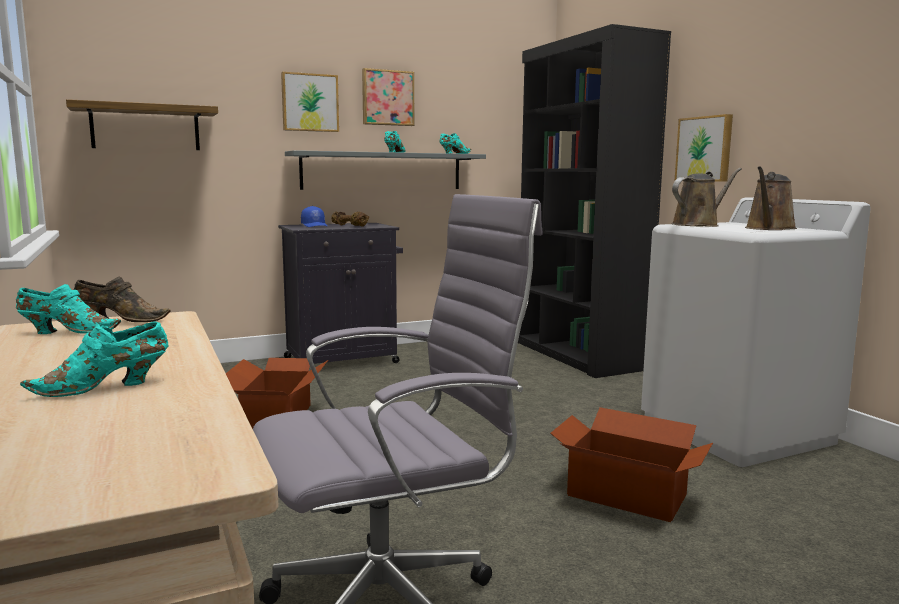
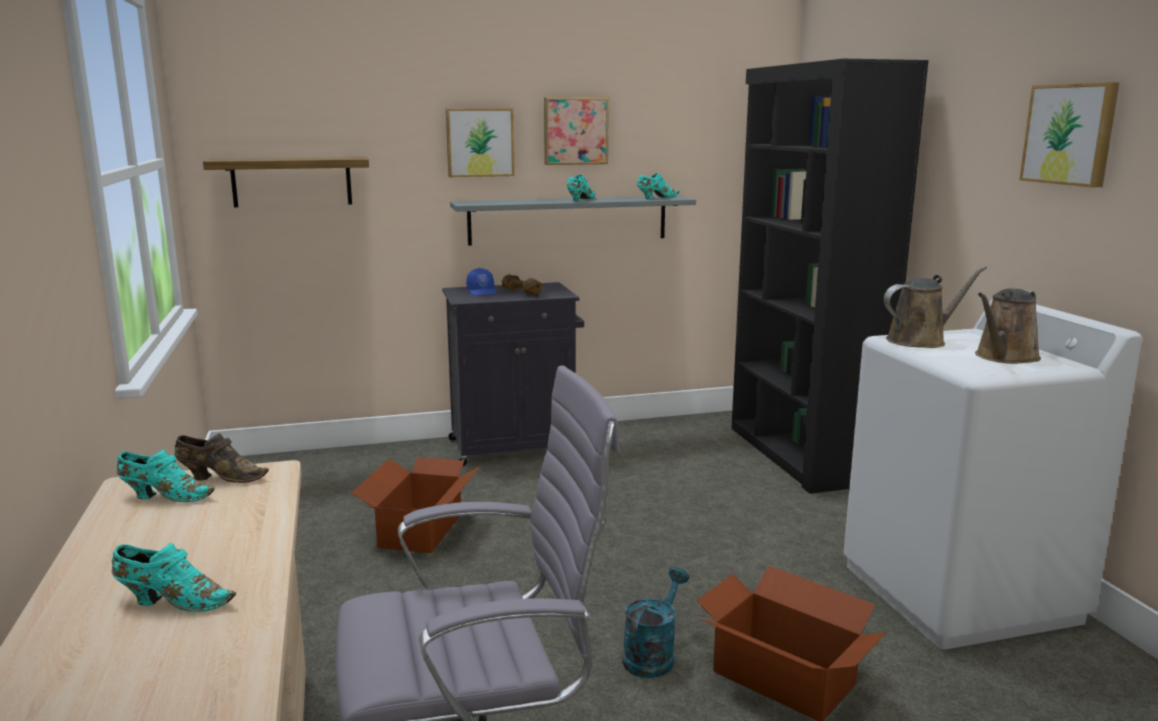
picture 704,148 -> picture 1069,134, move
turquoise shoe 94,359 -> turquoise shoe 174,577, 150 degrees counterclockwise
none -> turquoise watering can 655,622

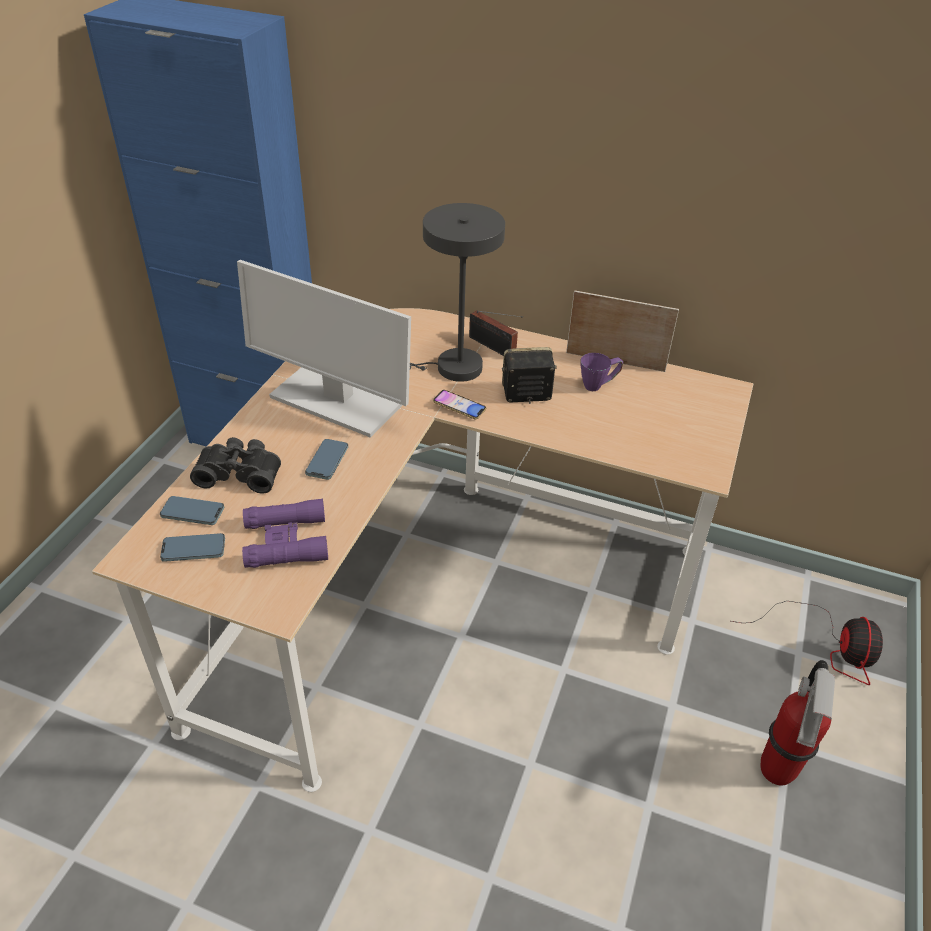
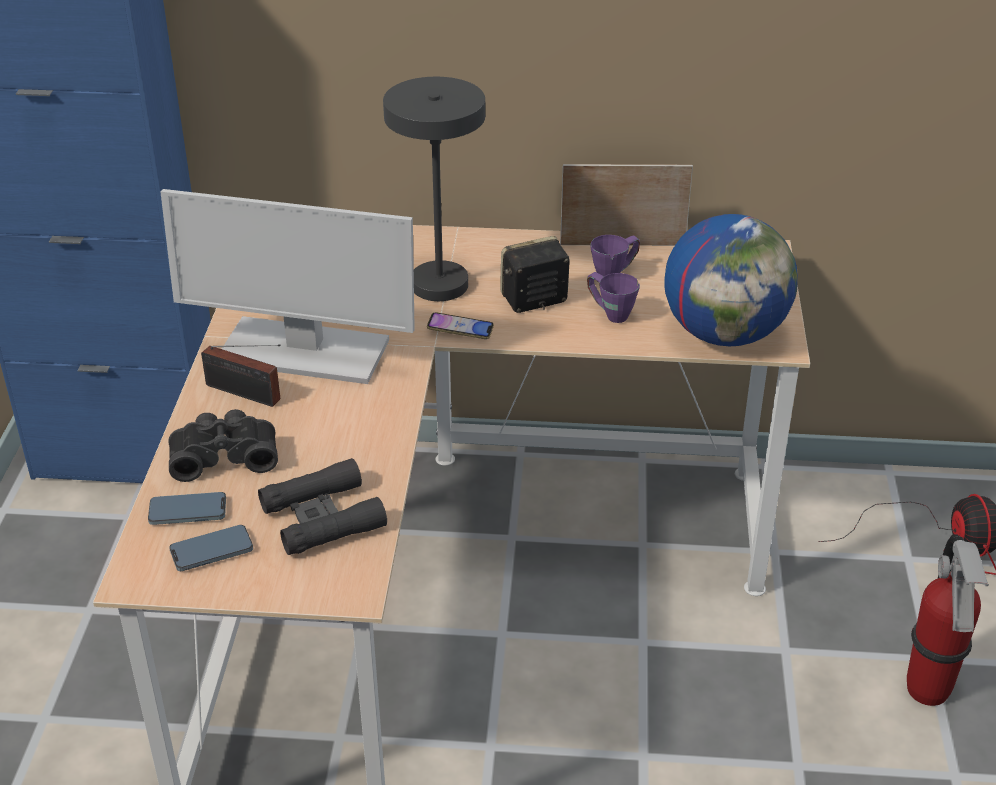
radio 496,333 -> radio 241,376, move
phone 326,459 -> none
purple binoculars 285,533 -> black binoculars 322,506
none -> globe 731,280
none -> purple mug 613,297

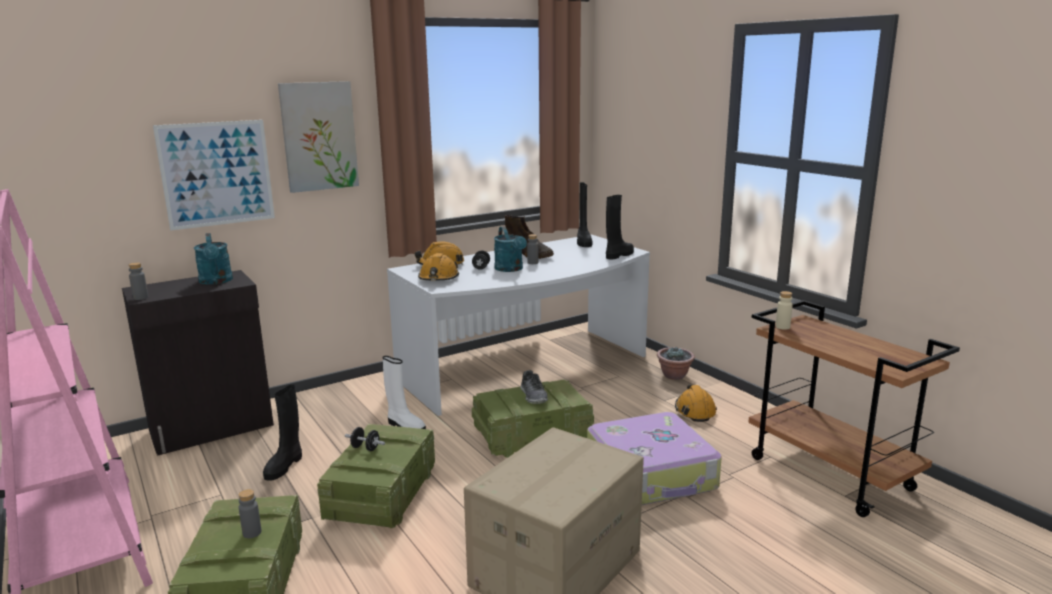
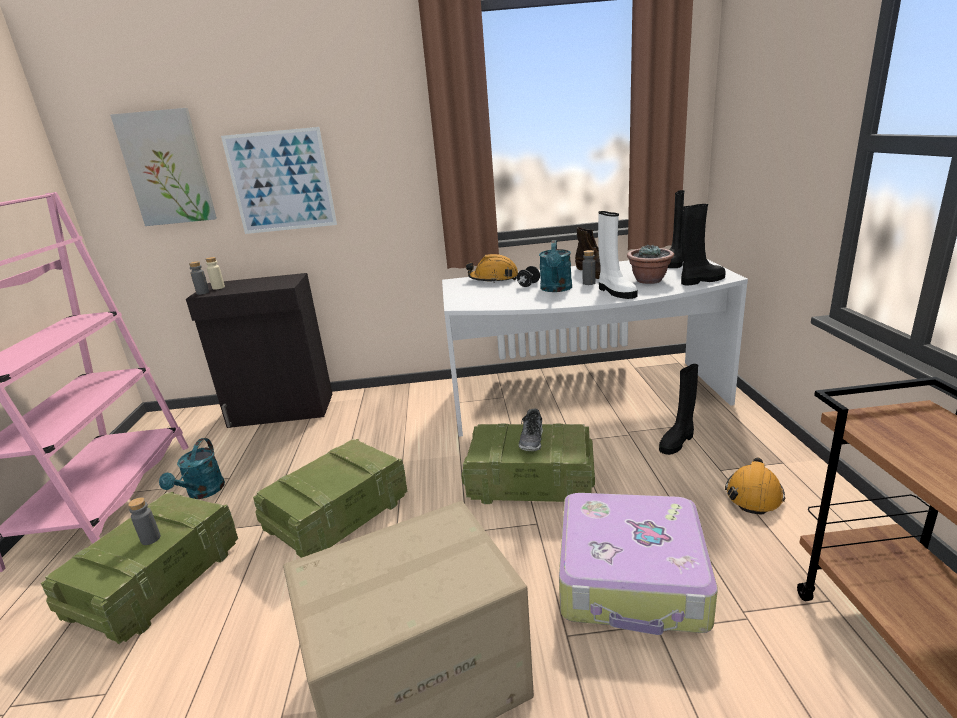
picture 318,137 -> picture 163,167, move
turquoise watering can 213,259 -> turquoise watering can 192,468, move
orange hard hat 438,266 -> none
beige bottle 784,310 -> beige bottle 215,273, move
potted plant 676,363 -> potted plant 650,264, move
white boot 404,392 -> white boot 618,255, move
black boot 282,432 -> black boot 678,409, move
black dumbbell 365,439 -> none

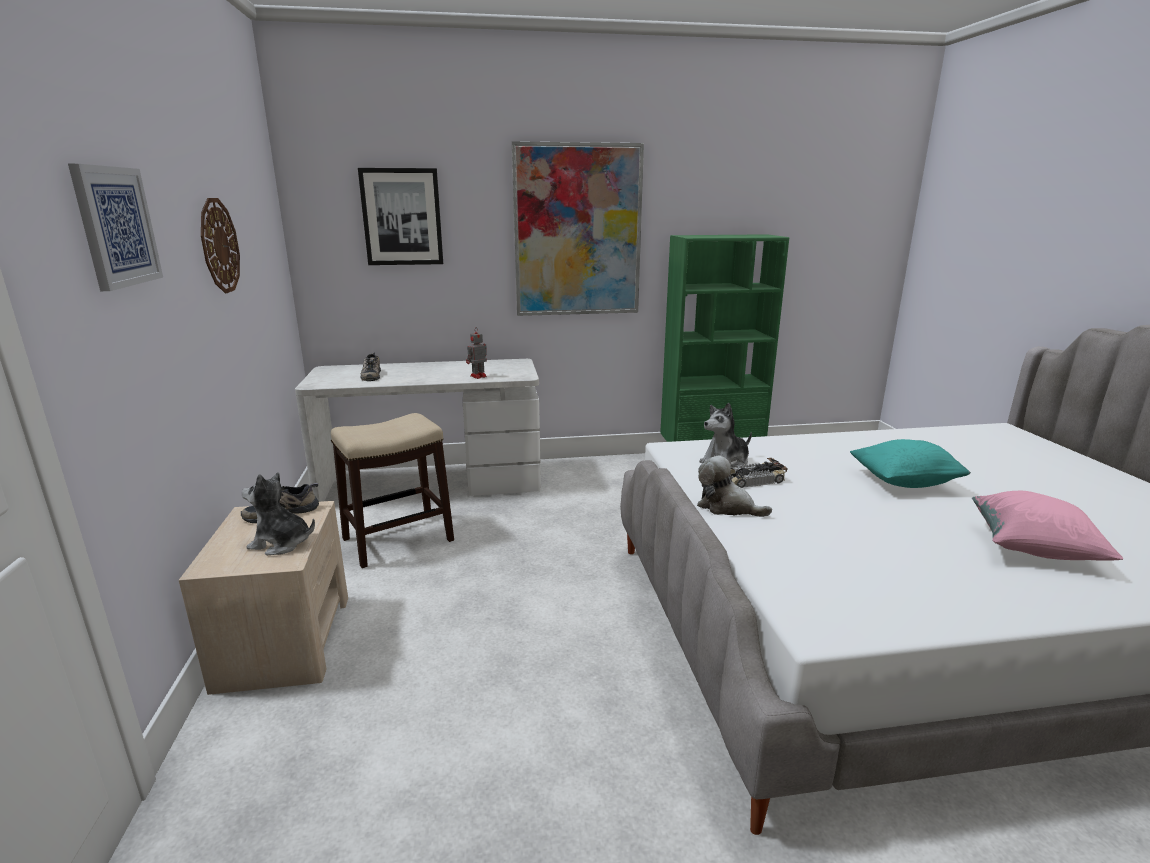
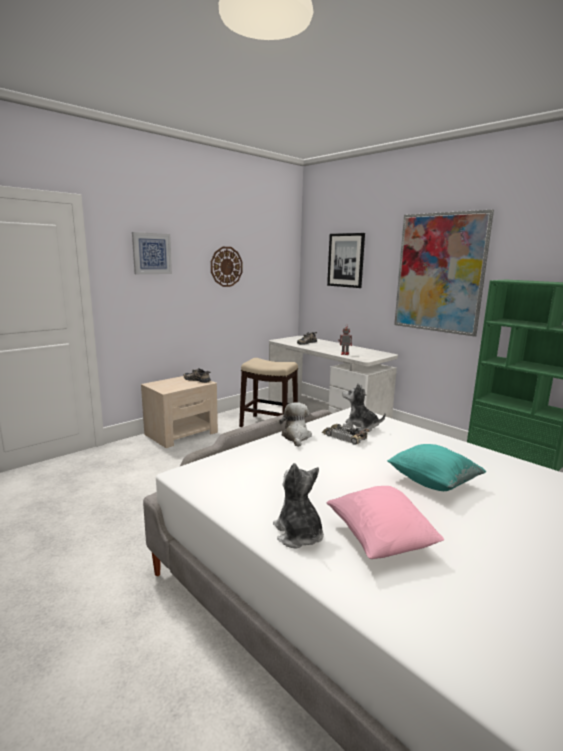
plush toy 278,513 -> plush toy 298,506, move

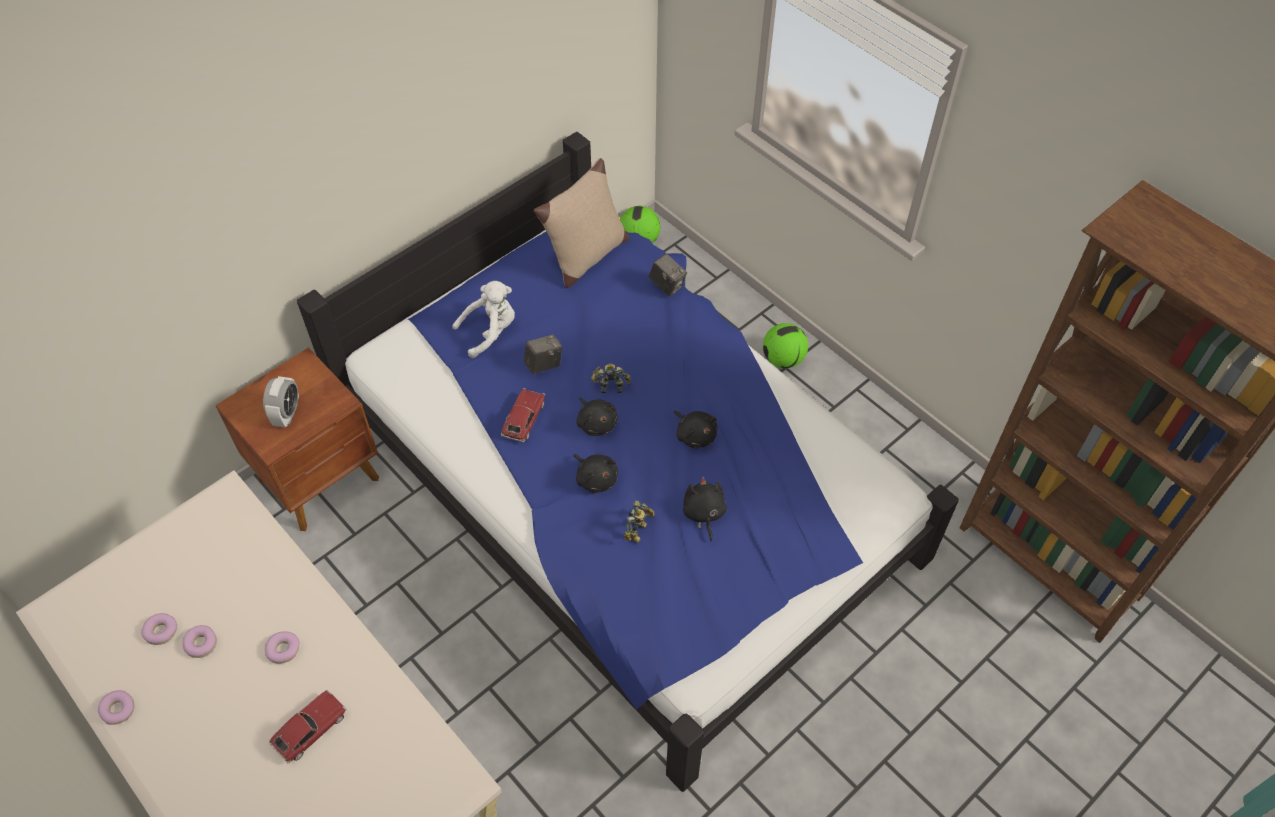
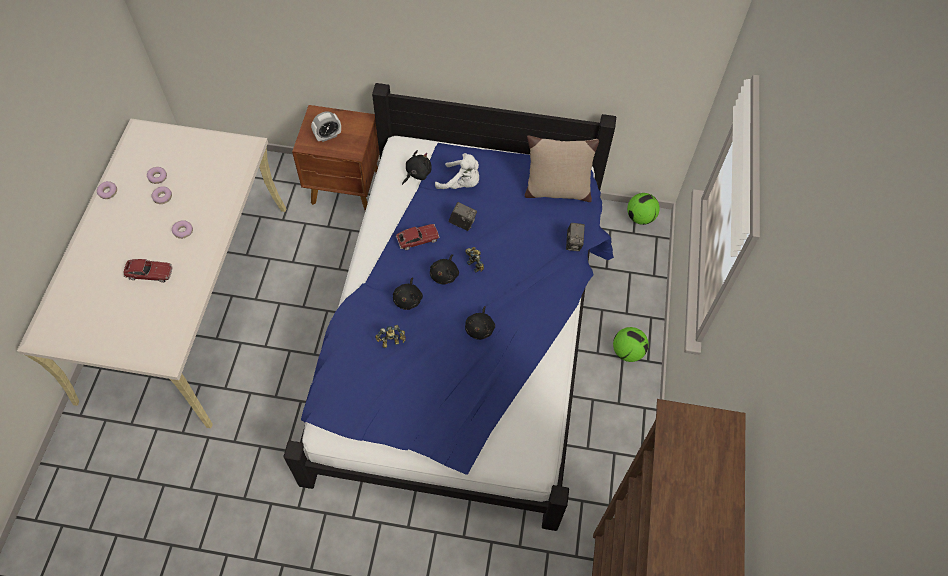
black plush toy 705,509 -> black plush toy 417,167, move

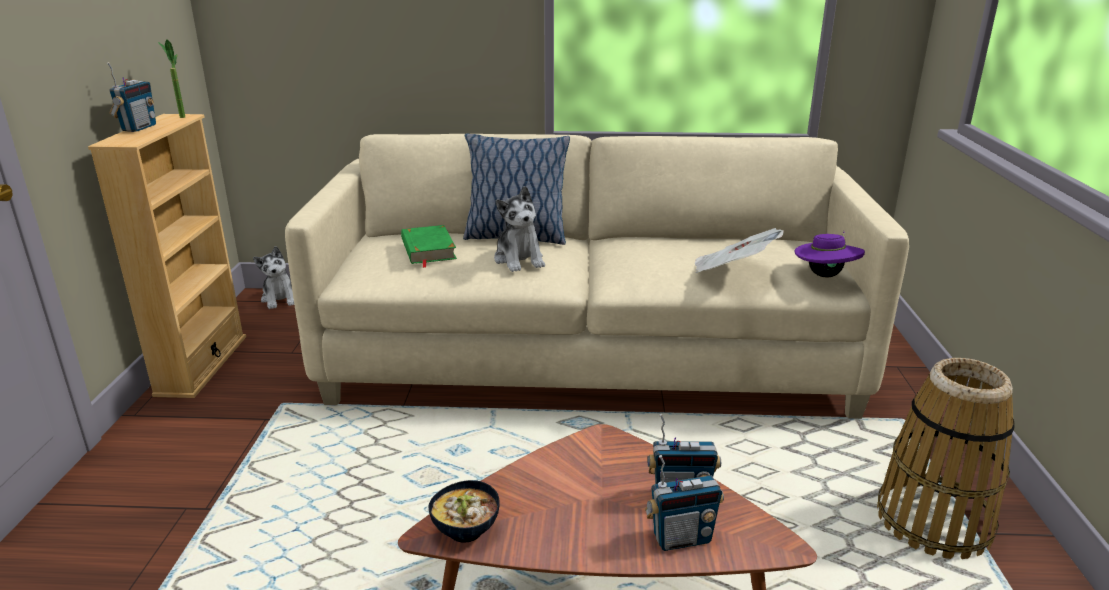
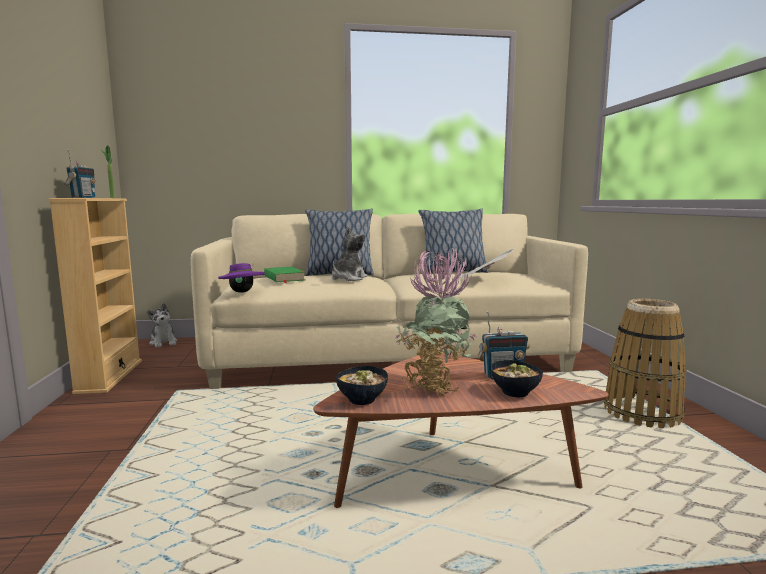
plush toy 519,229 -> plush toy 349,254, 120 degrees counterclockwise
purple hat 829,254 -> purple hat 241,278, move
radio 684,503 -> bowl 517,378
none -> pillow 454,241
none -> potted plant 436,322

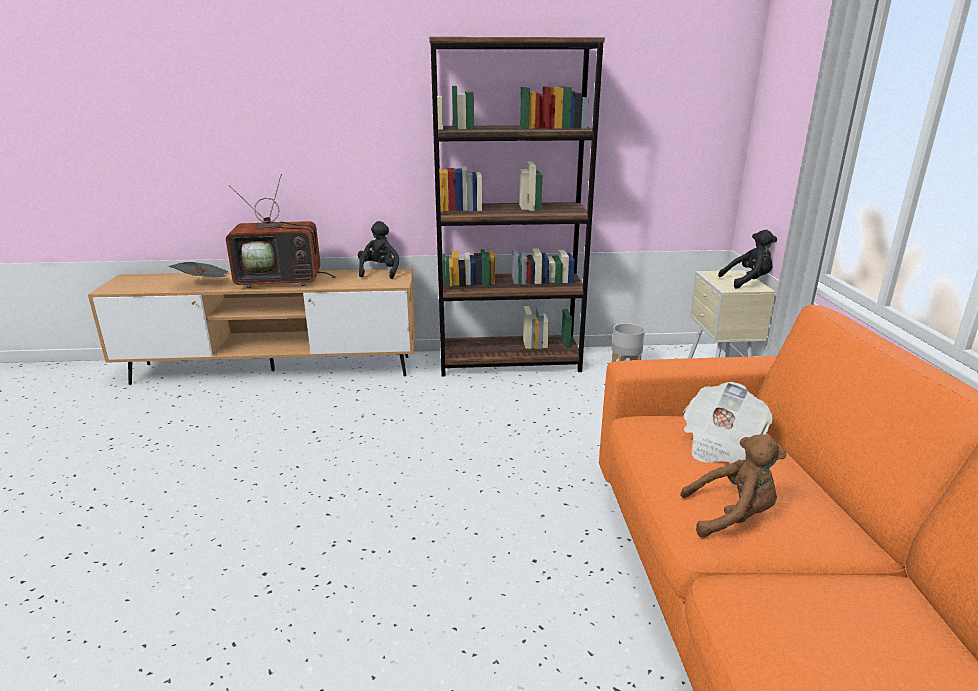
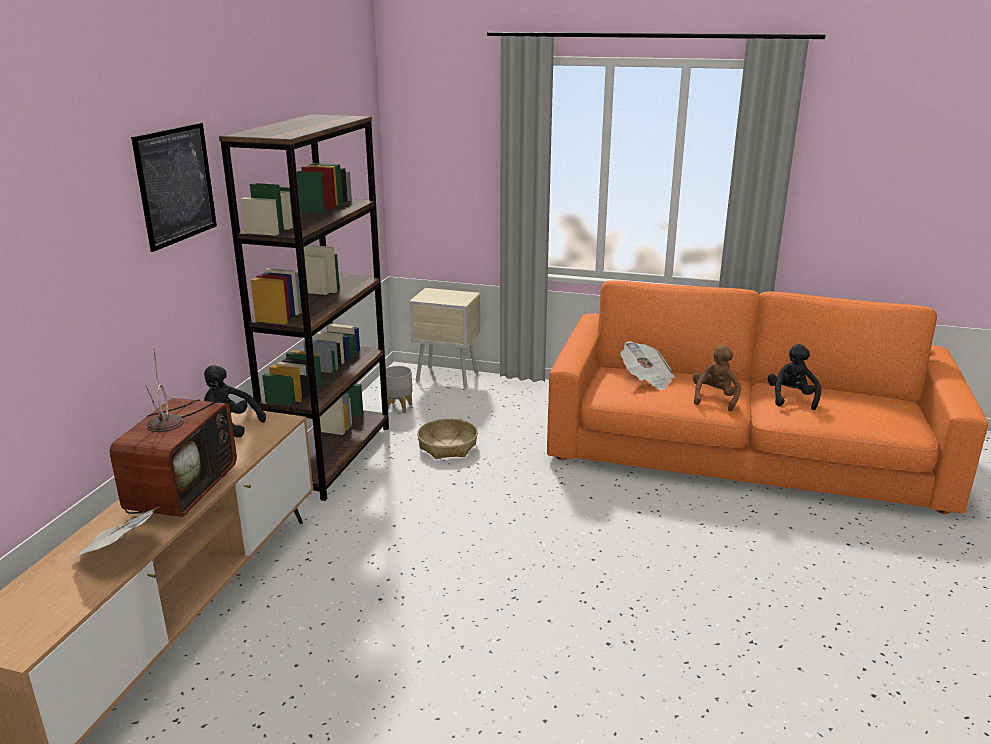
black plush toy 747,259 -> black plush toy 794,377, move
none -> picture 174,187
none -> basket 447,438

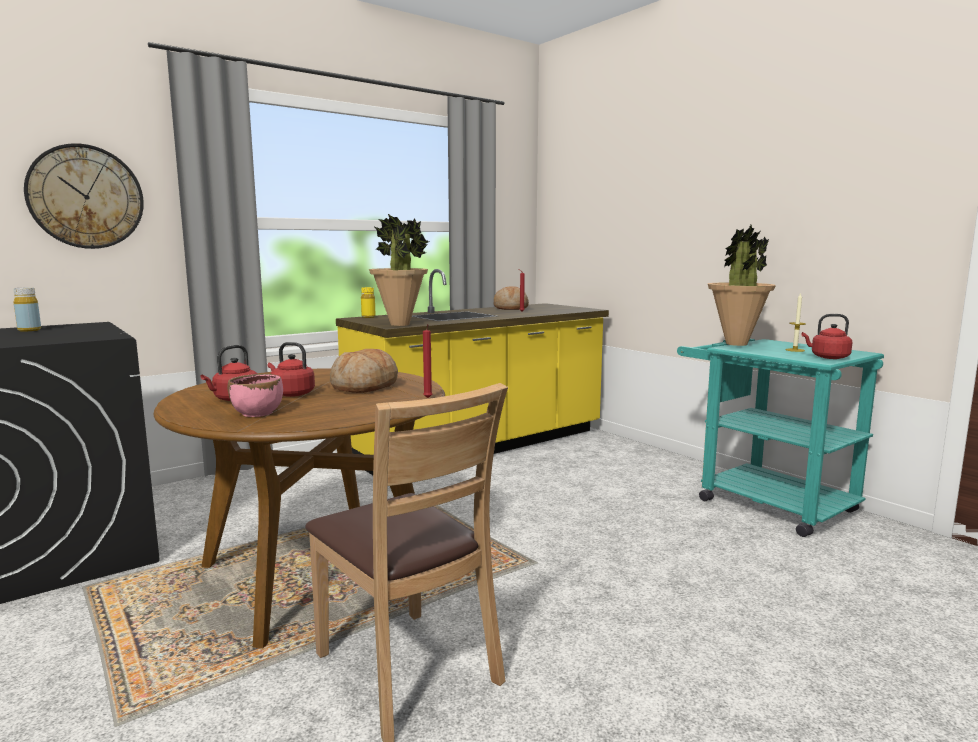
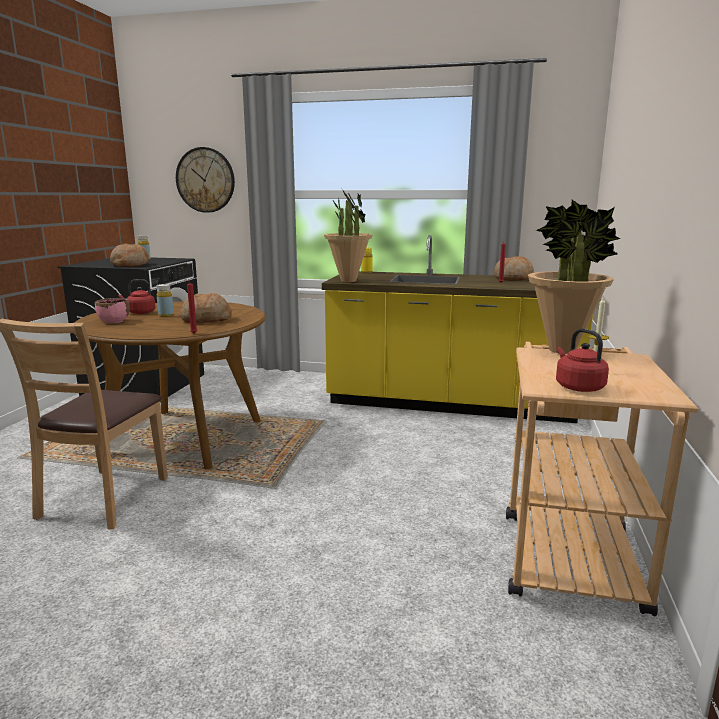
turquoise cart 780,438 -> beige cart 602,479
red kettle 291,369 -> yellow bottle 165,300
none -> bread 129,255

